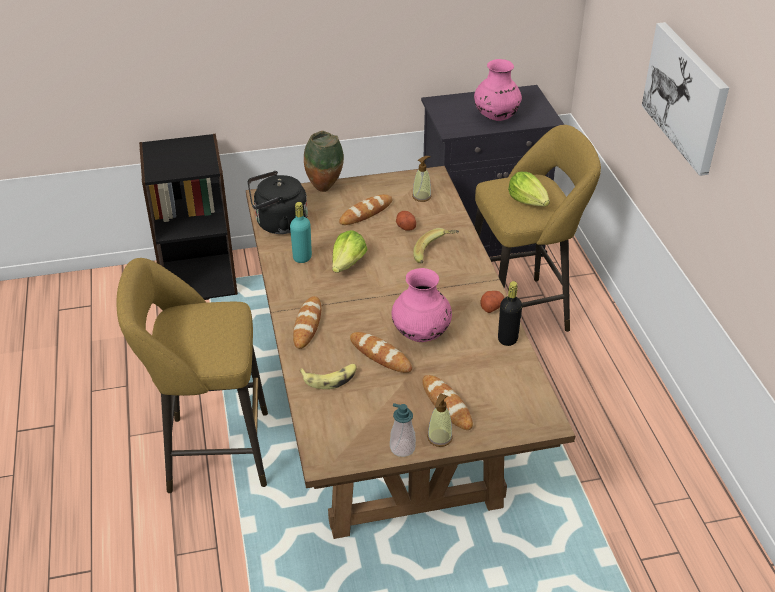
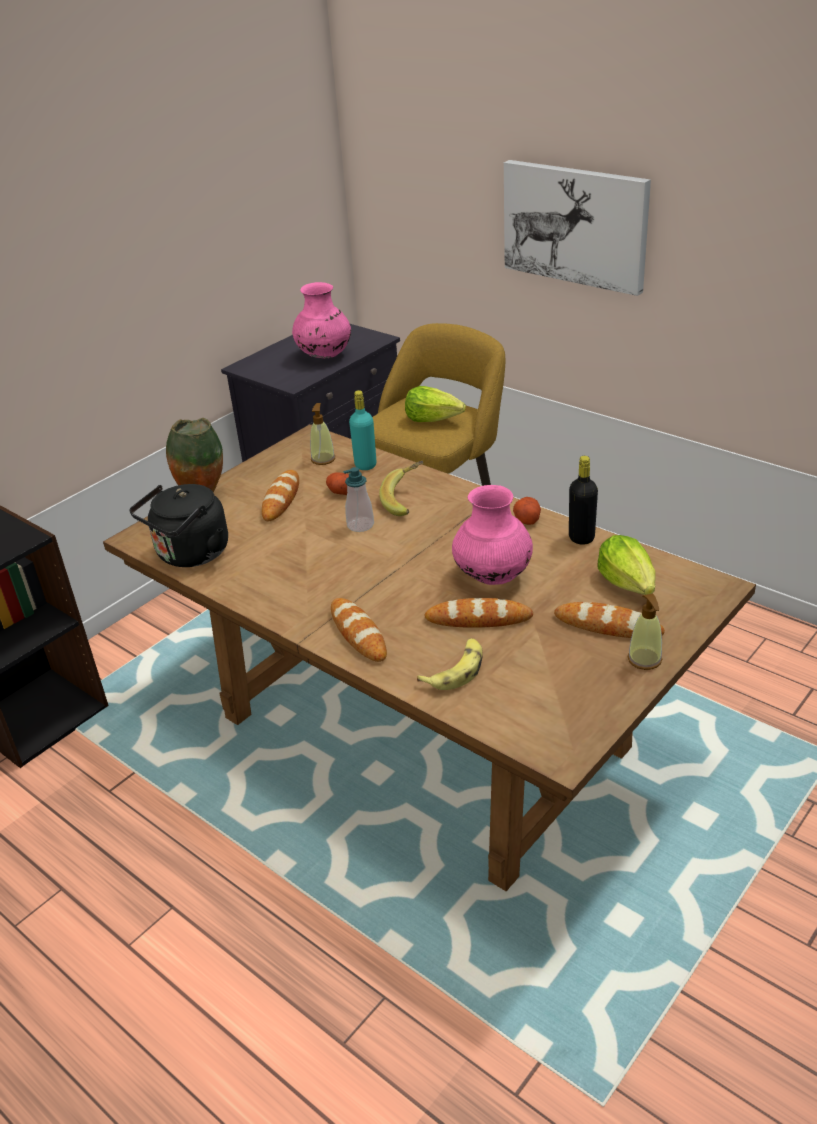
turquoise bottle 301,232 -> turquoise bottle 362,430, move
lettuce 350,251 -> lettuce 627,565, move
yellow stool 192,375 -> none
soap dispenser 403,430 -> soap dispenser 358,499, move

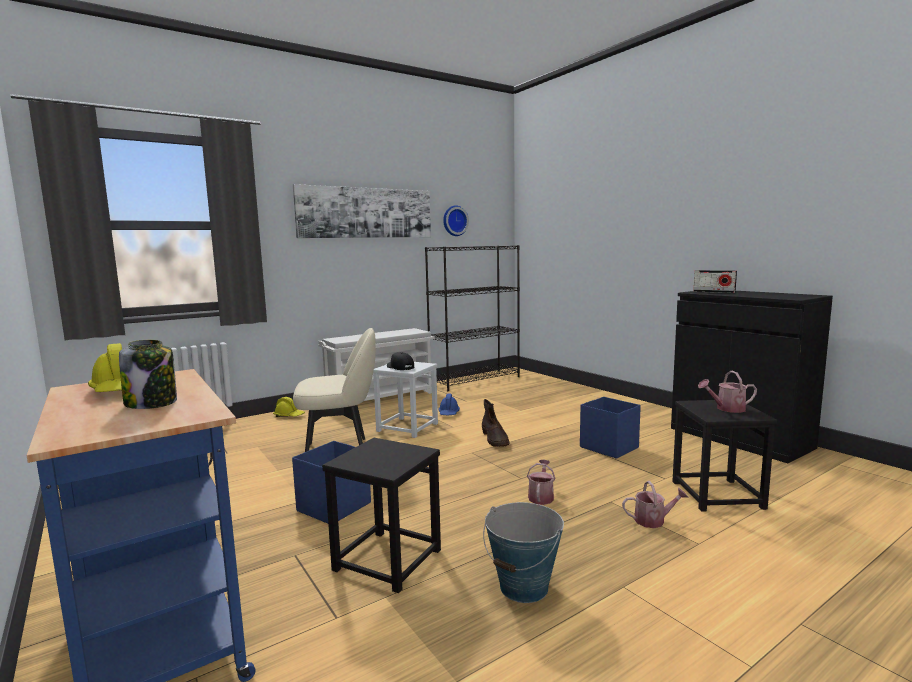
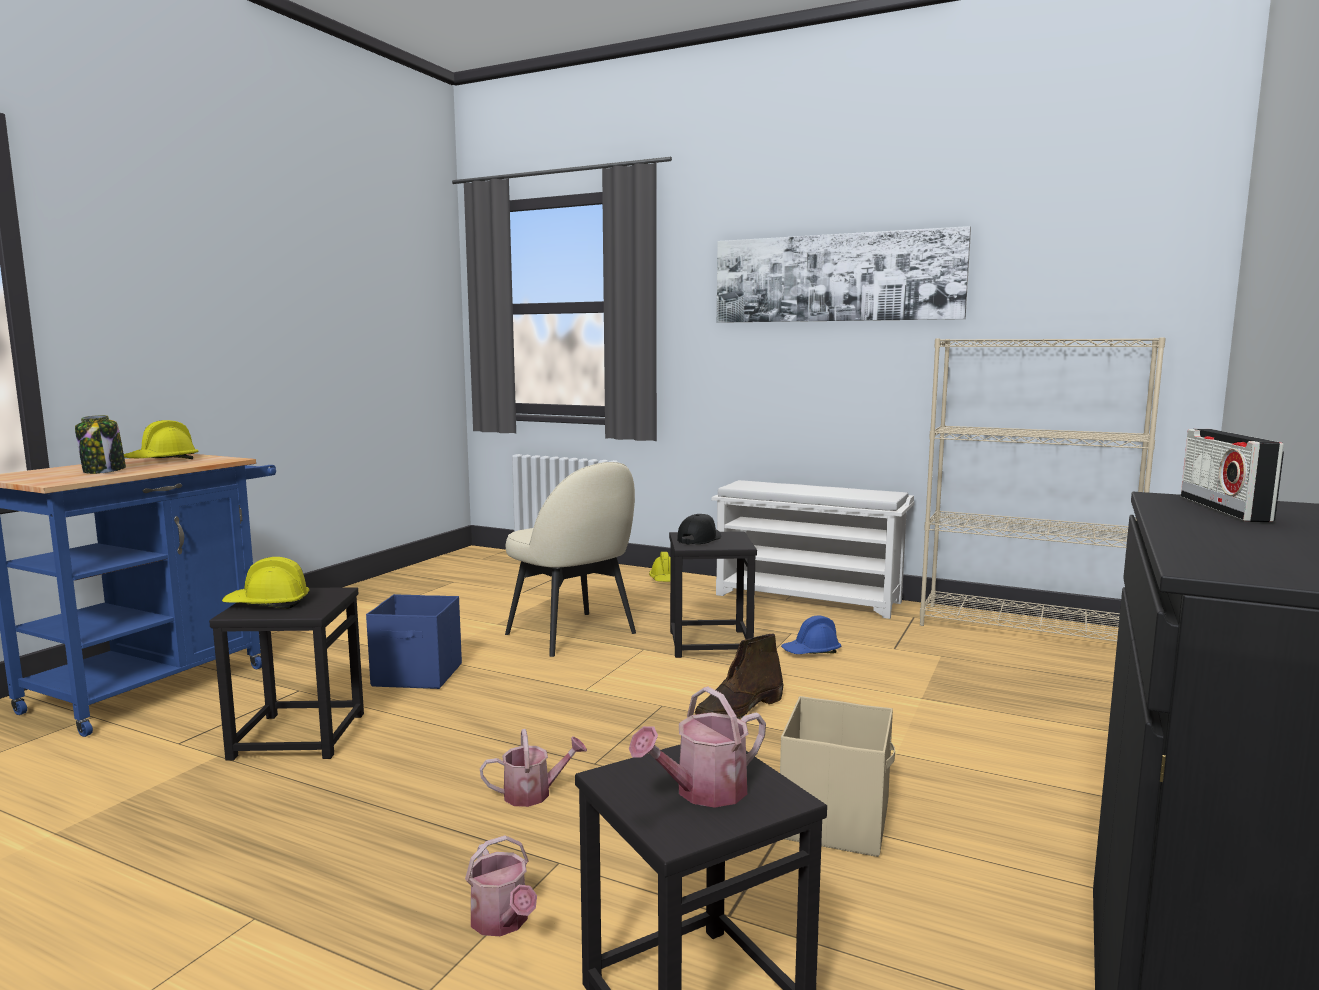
wall clock 456,220 -> none
black bookcase 472,318 -> beige bookcase 1043,489
white stool 405,400 -> black stool 713,594
watering can 727,392 -> watering can 697,747, 90 degrees counterclockwise
blue storage box 610,428 -> beige storage box 837,776
bucket 523,552 -> none
none -> yellow hard hat 266,583

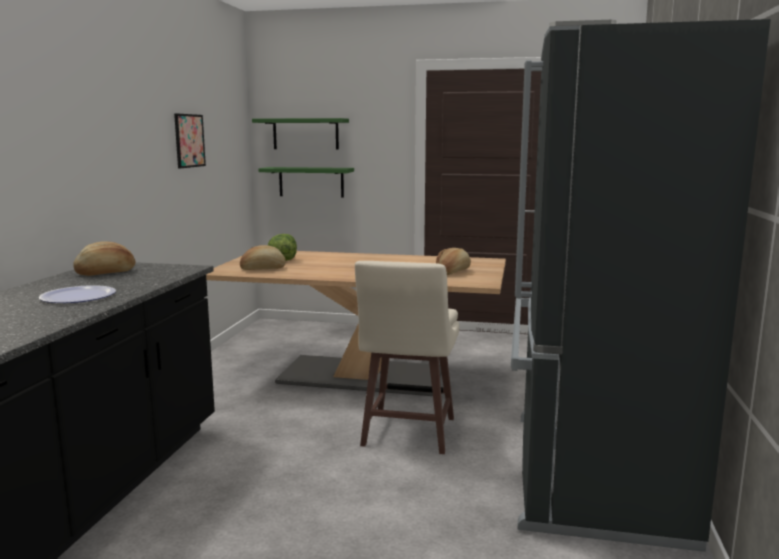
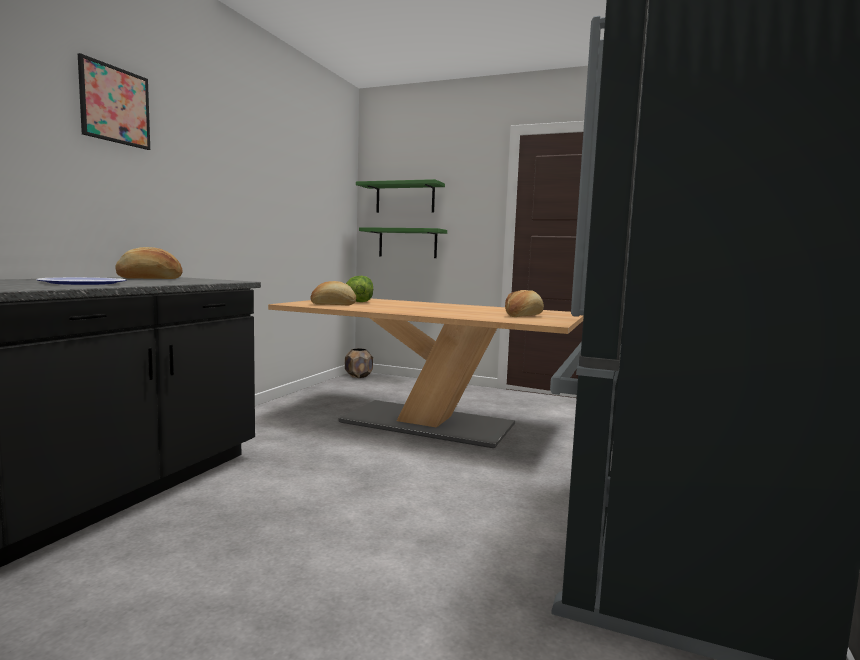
picture 190,141 -> picture 114,101, move
beige stool 407,357 -> none
none -> brown planter 359,363

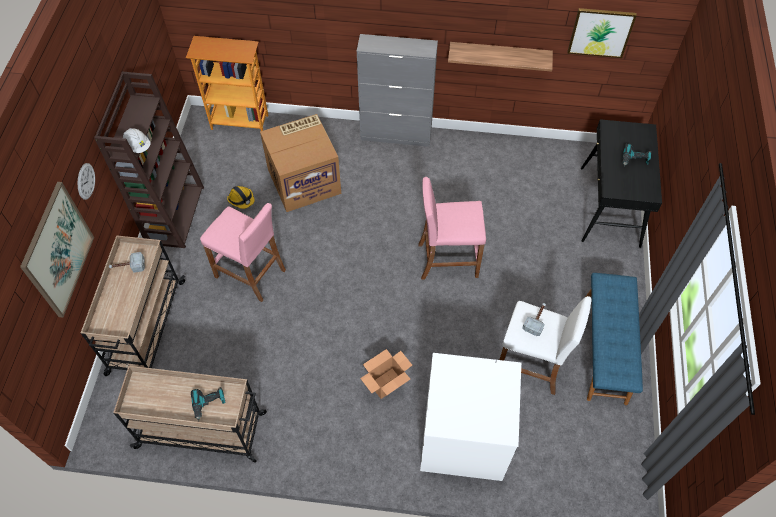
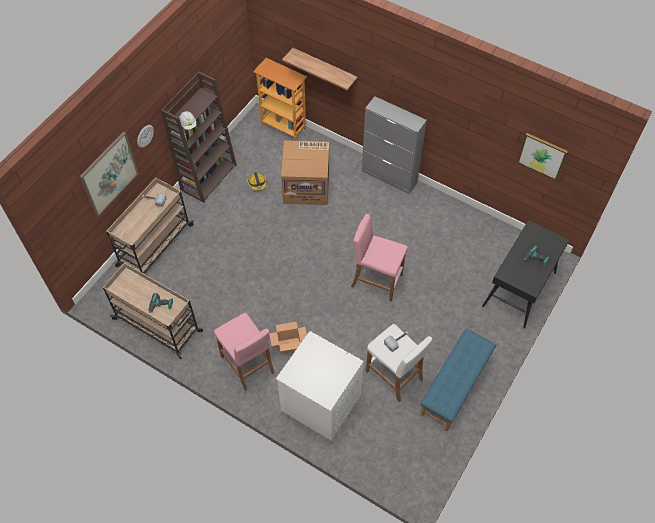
shelf 500,57 -> shelf 320,69, move
pink stool 243,252 -> pink stool 244,352, move

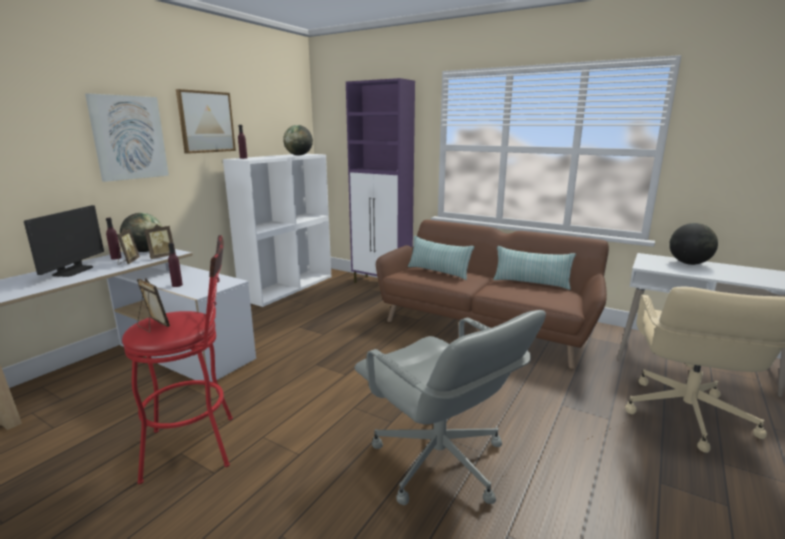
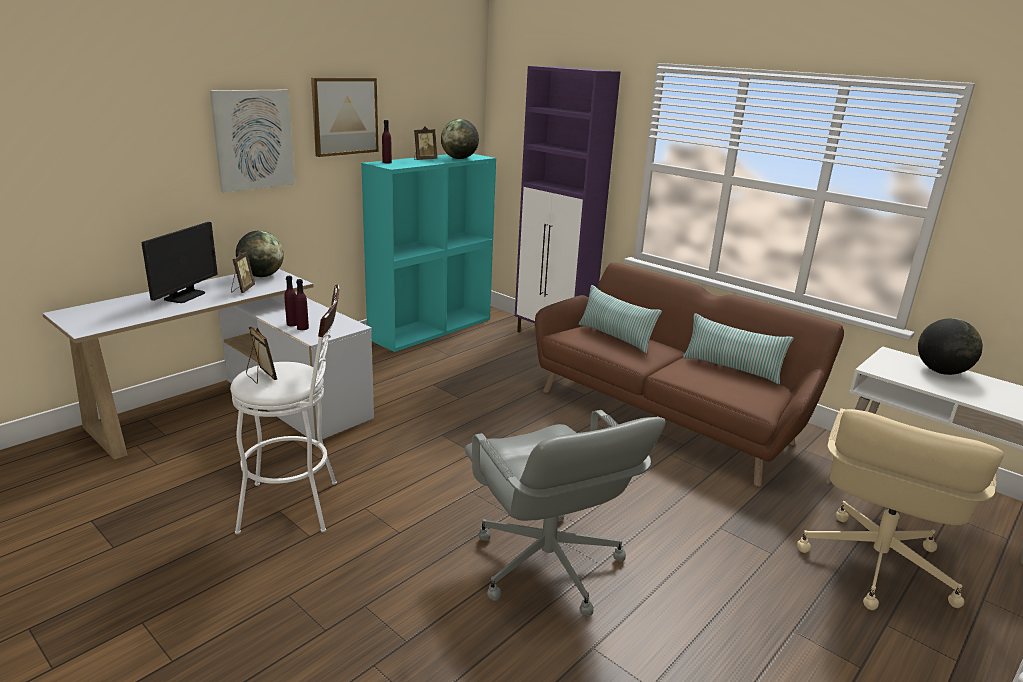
white bookcase 277,230 -> turquoise bookcase 428,253
purple bottle 114,238 -> purple bottle 302,304, move
picture frame 160,241 -> picture frame 425,143, move
red stool 177,359 -> white stool 284,409

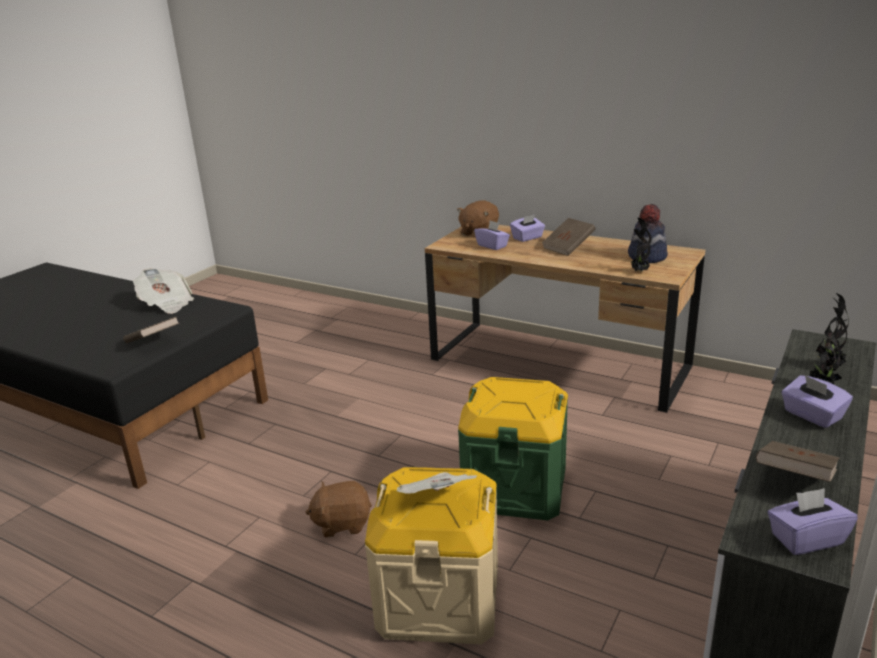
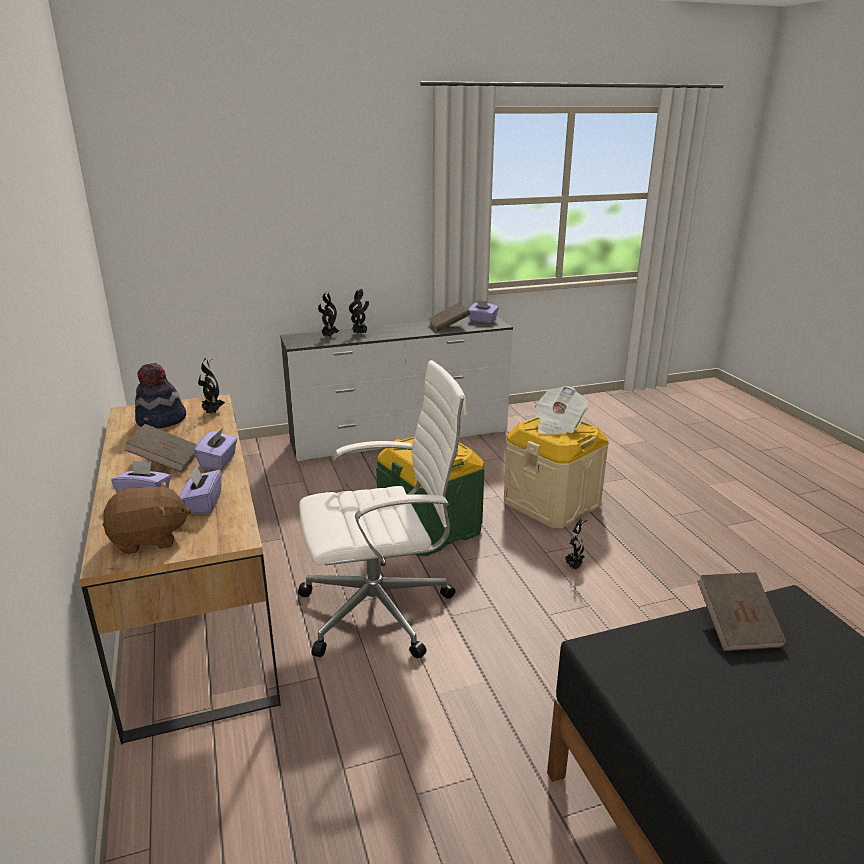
newspaper 163,291 -> none
purple tissue box 817,401 -> purple tissue box 215,449, move
brown plush toy 338,509 -> potted plant 576,544
none -> white office chair 382,509

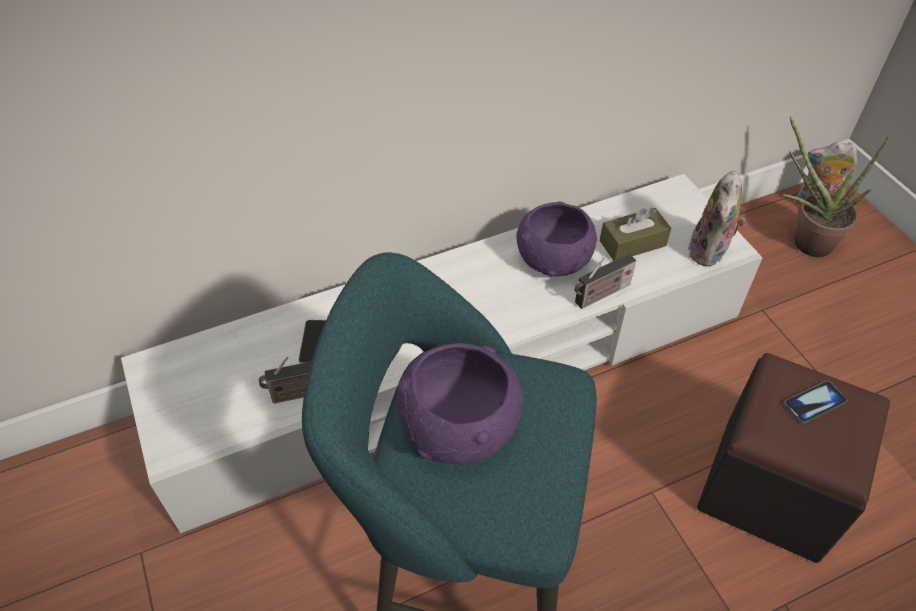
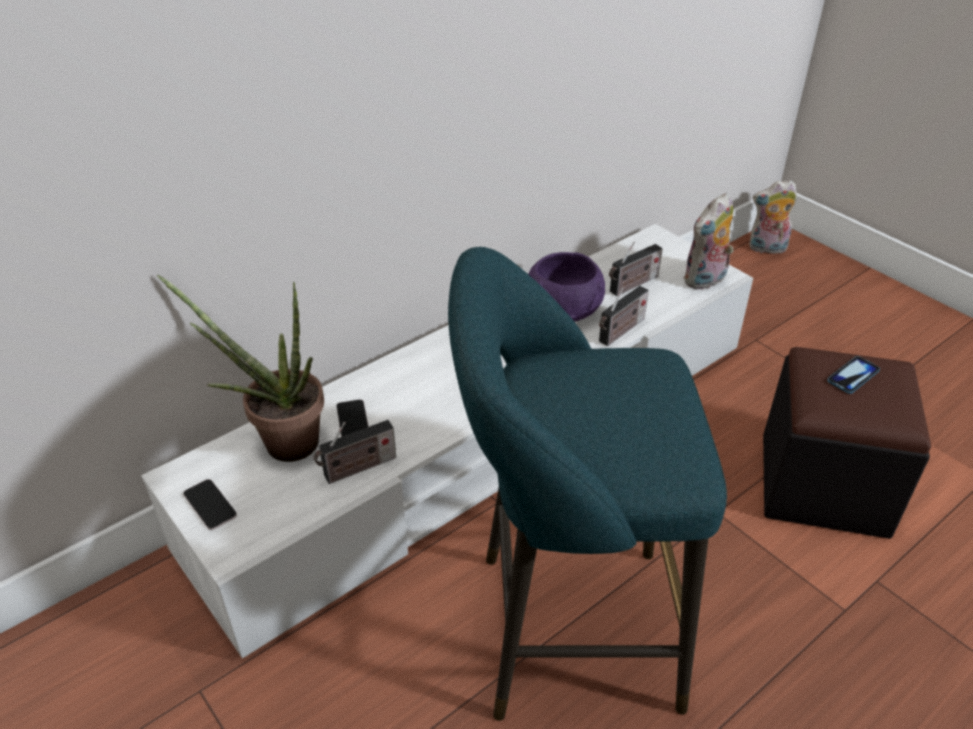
potted plant 835,186 -> potted plant 240,368, move
plush toy 717,218 -> plush toy 708,241, 45 degrees clockwise
brown tissue box 635,234 -> radio 636,269
purple bowl 460,404 -> none
none -> phone 210,504

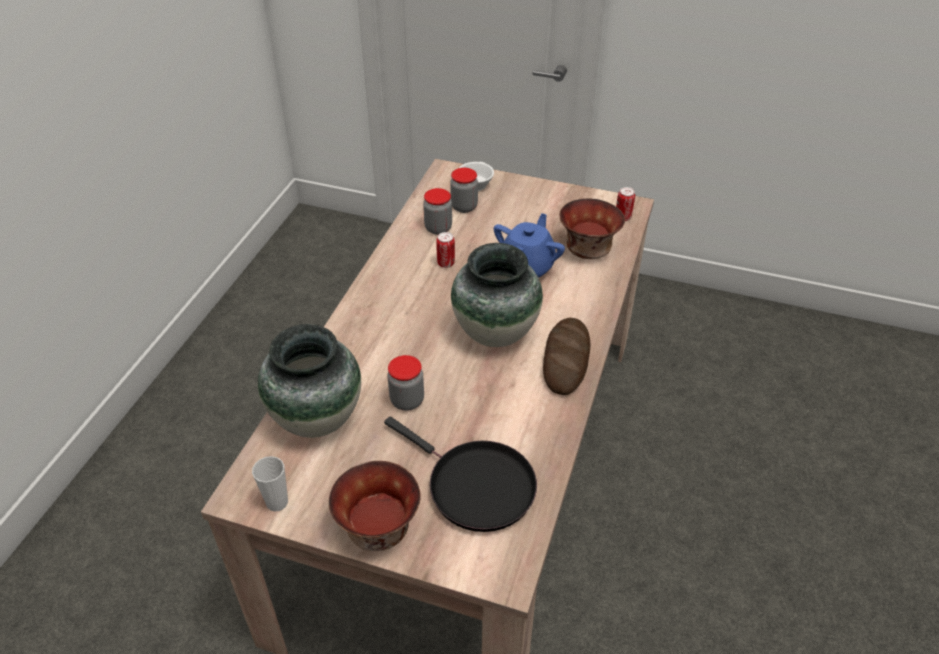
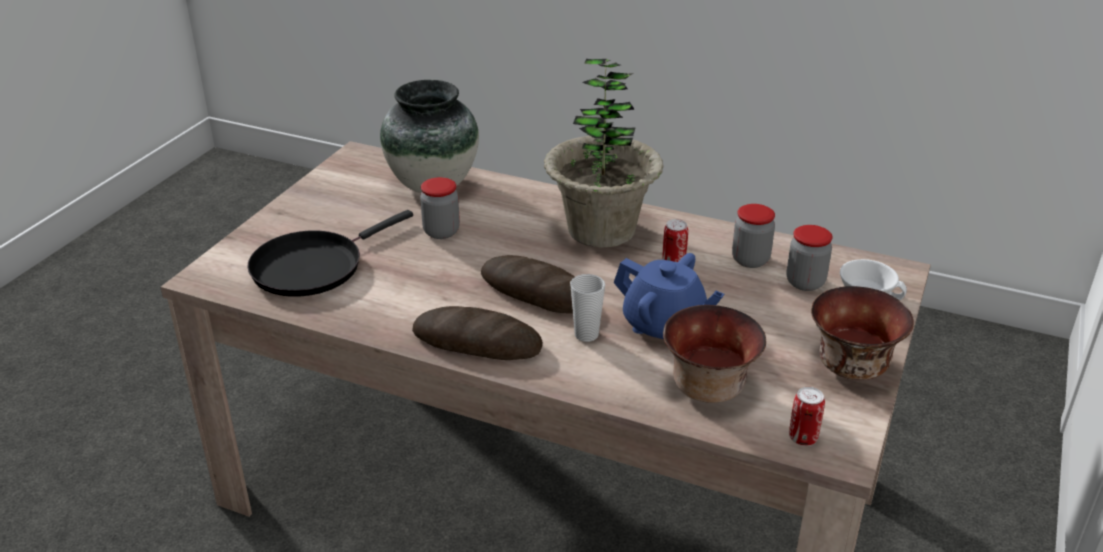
vase 497,295 -> bread 528,284
cup 270,484 -> cup 587,308, move
bowl 374,506 -> bowl 862,333, move
none -> potted plant 603,153

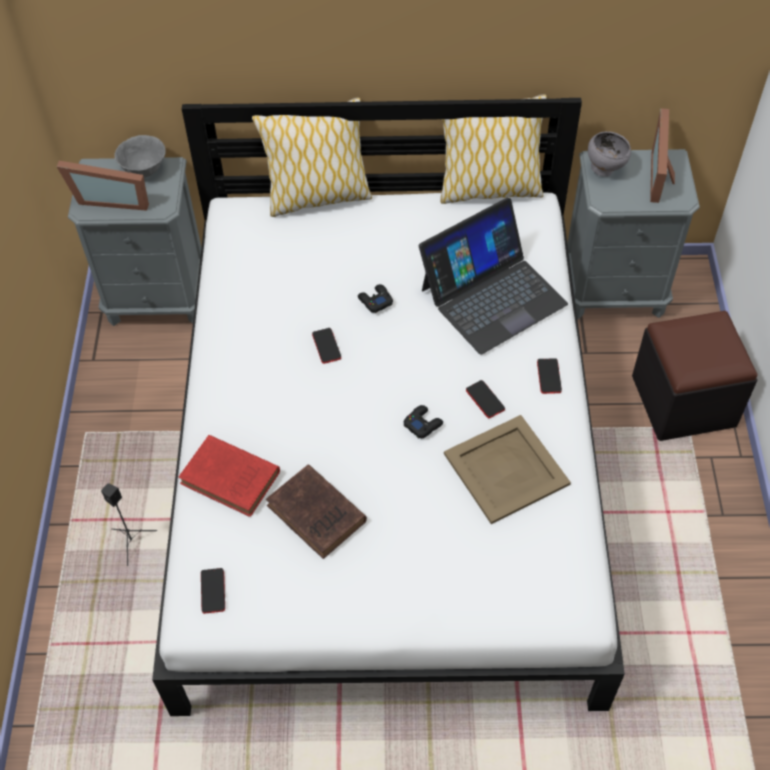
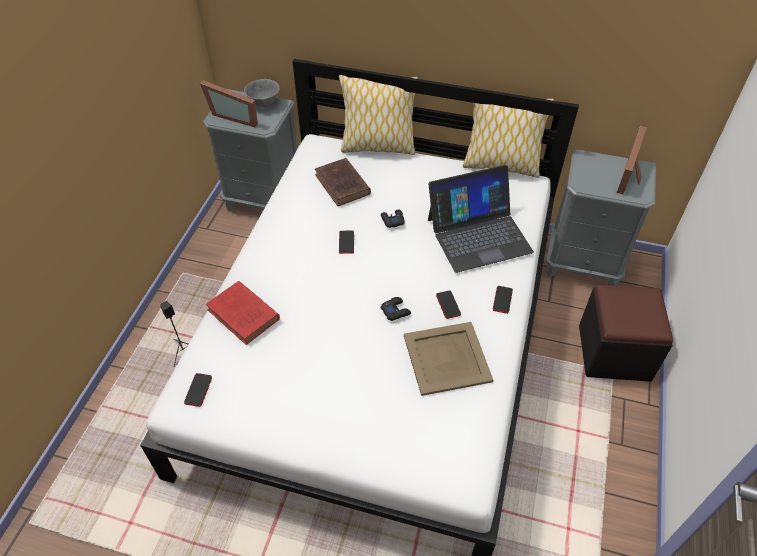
grey bowl 609,154 -> none
brown book 316,512 -> brown book 343,182, move

